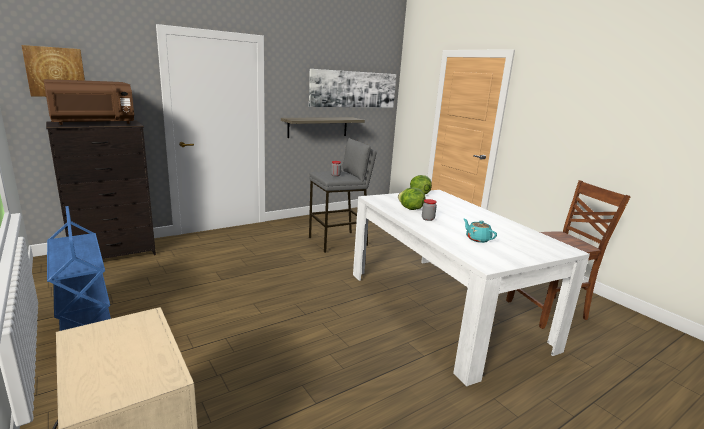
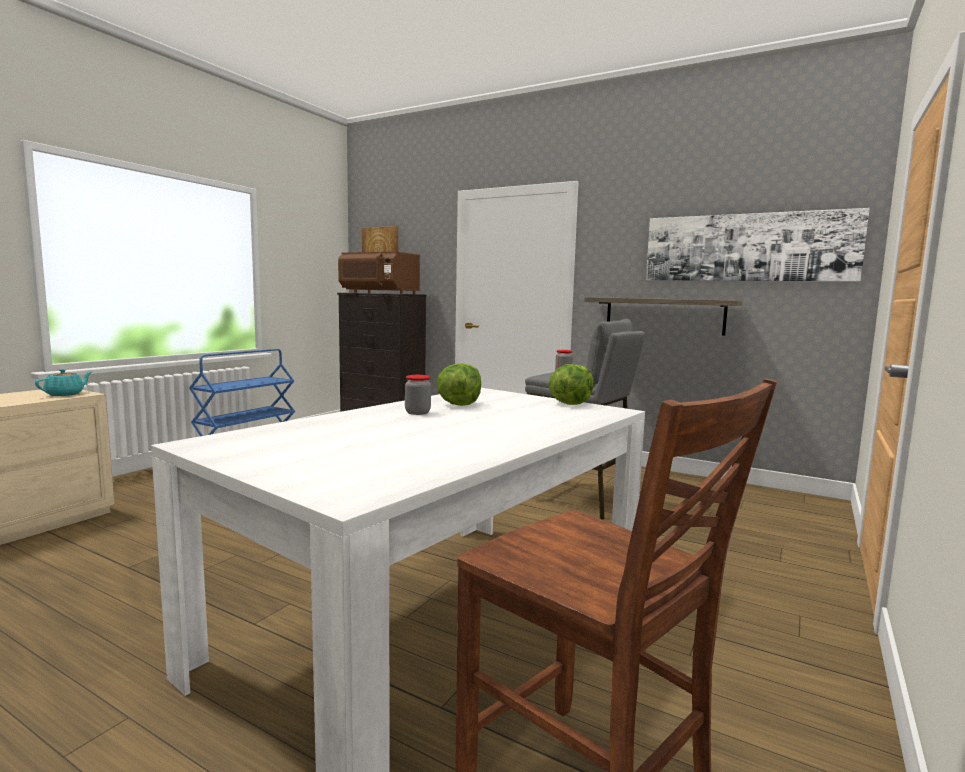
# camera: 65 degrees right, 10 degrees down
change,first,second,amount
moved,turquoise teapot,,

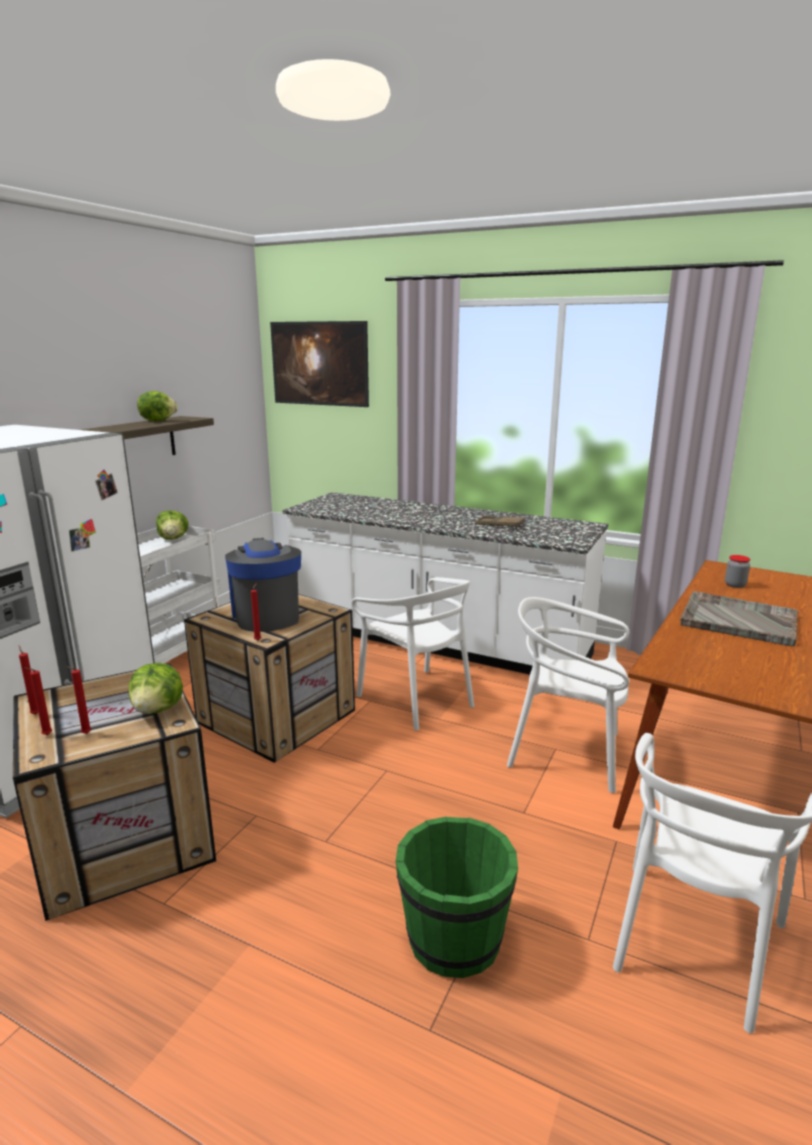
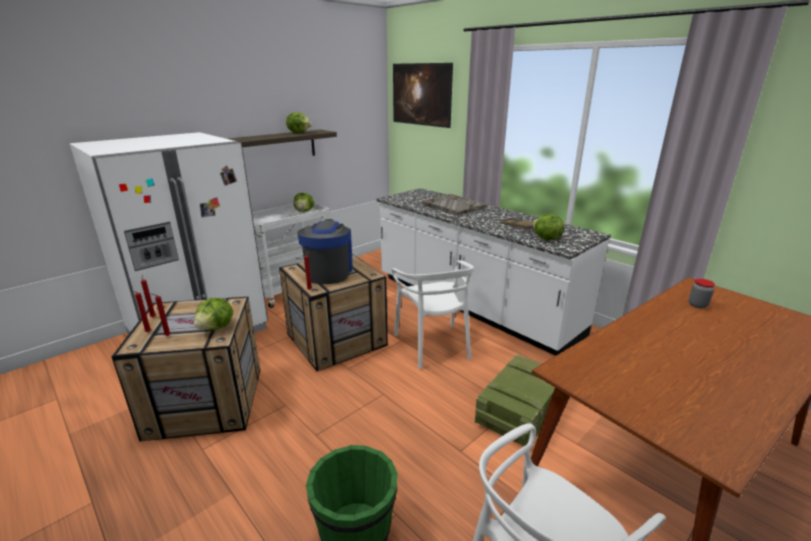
# camera: 20 degrees right, 5 degrees up
change,first,second,amount
moved,grey tray,,
replaced,white chair (2nd from left),crate (3rd from left),
added,,lettuce (4th from left),

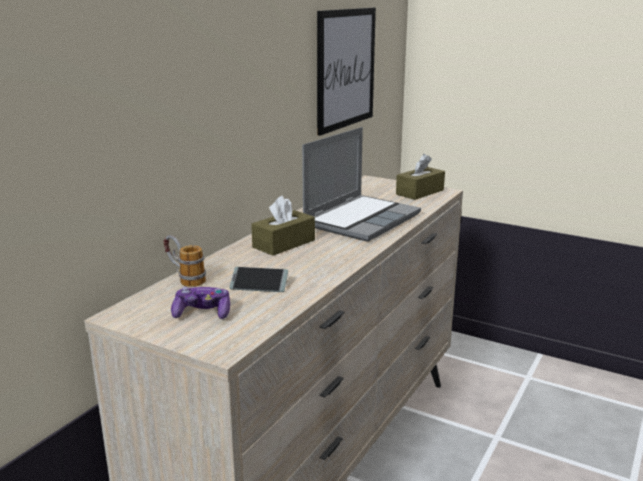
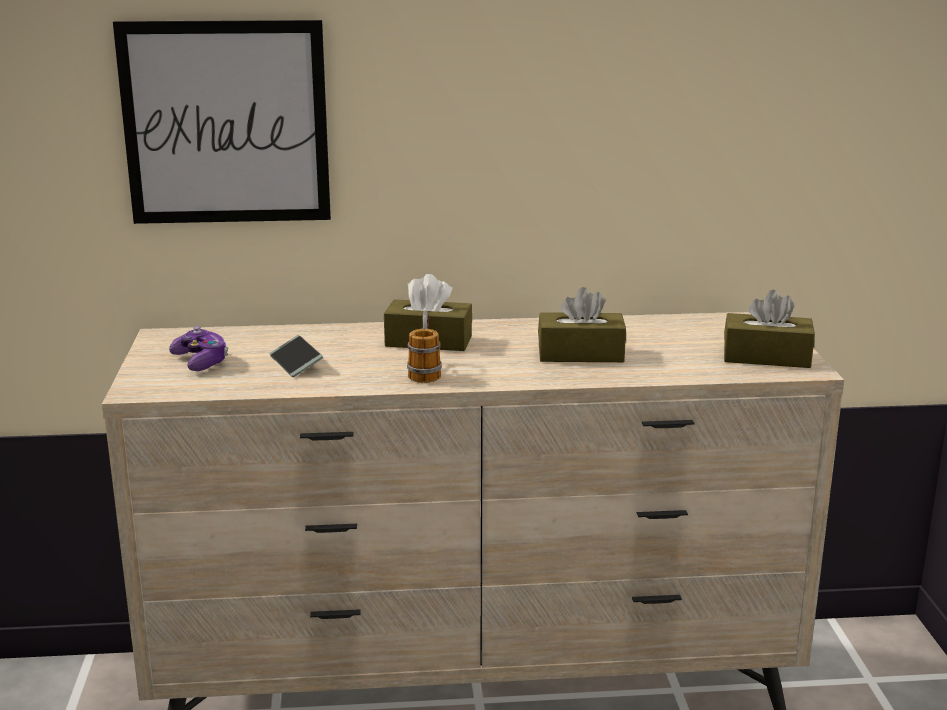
# camera: 55 degrees right, 0 degrees up
change,first,second,amount
moved,picture,,
replaced,laptop,brown tissue box (2nd from left),
moved,mug,,

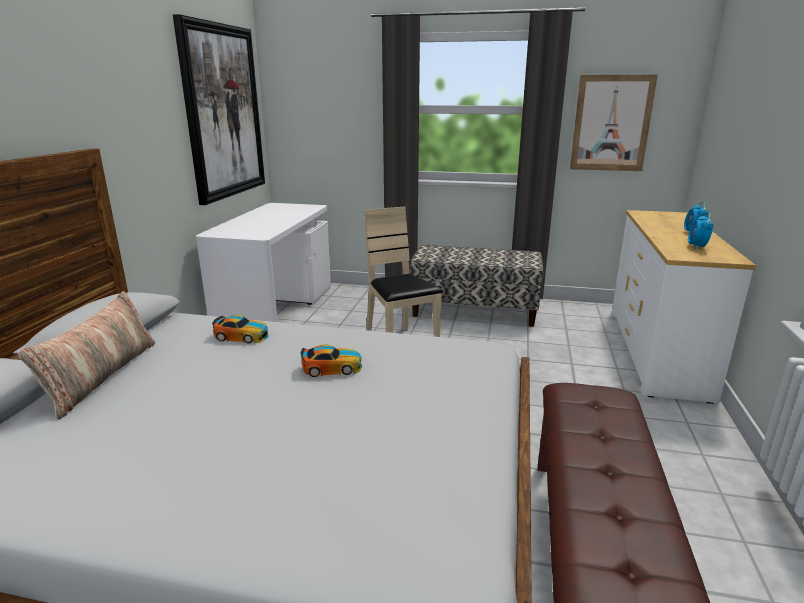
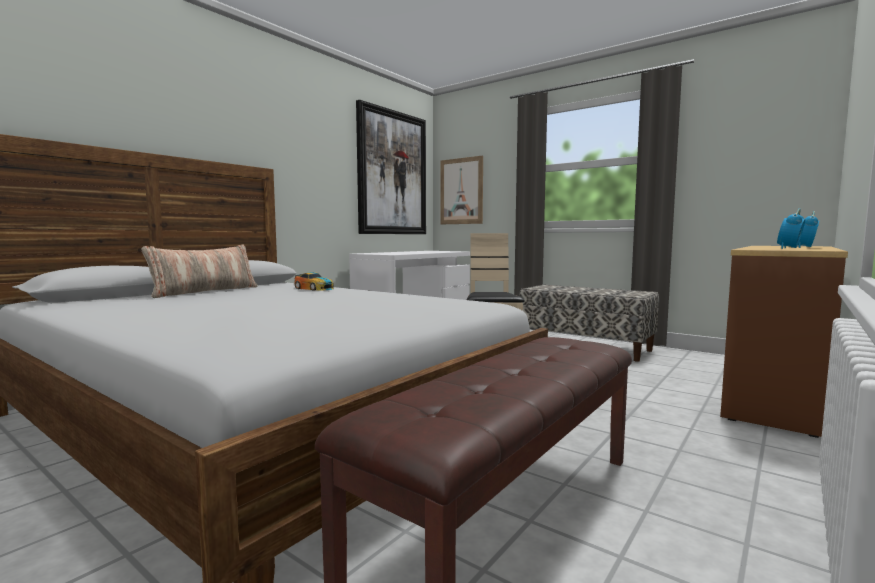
# camera: 25 degrees right, 15 degrees down
change,first,second,amount
moved,picture (2nd from left),,
recoloured,white dresser,brown dresser,
removed,toy car (2nd from left),,

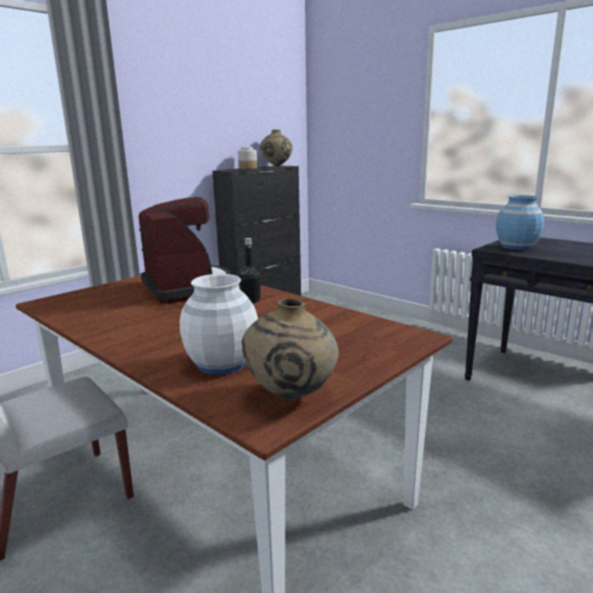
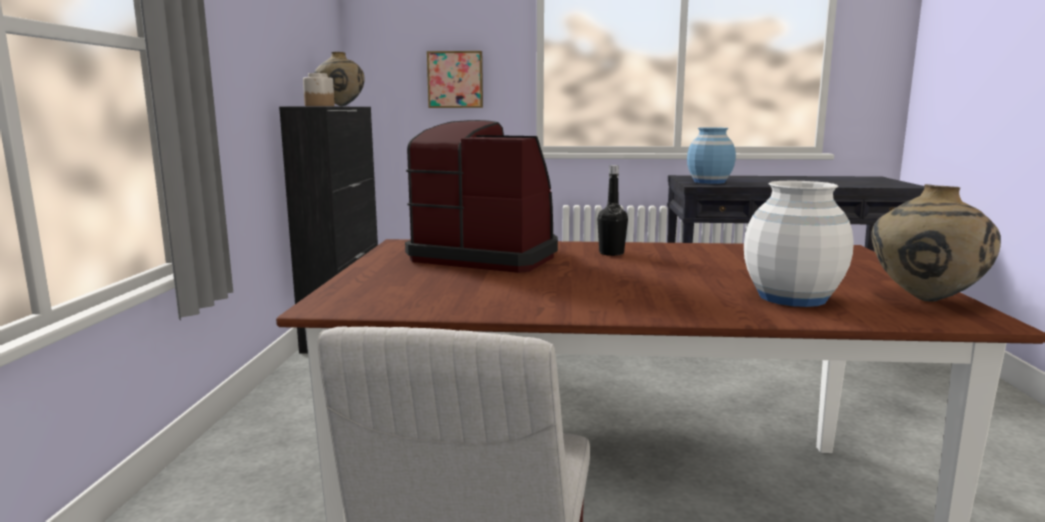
# camera: 40 degrees left, 5 degrees down
change,first,second,amount
added,,picture,

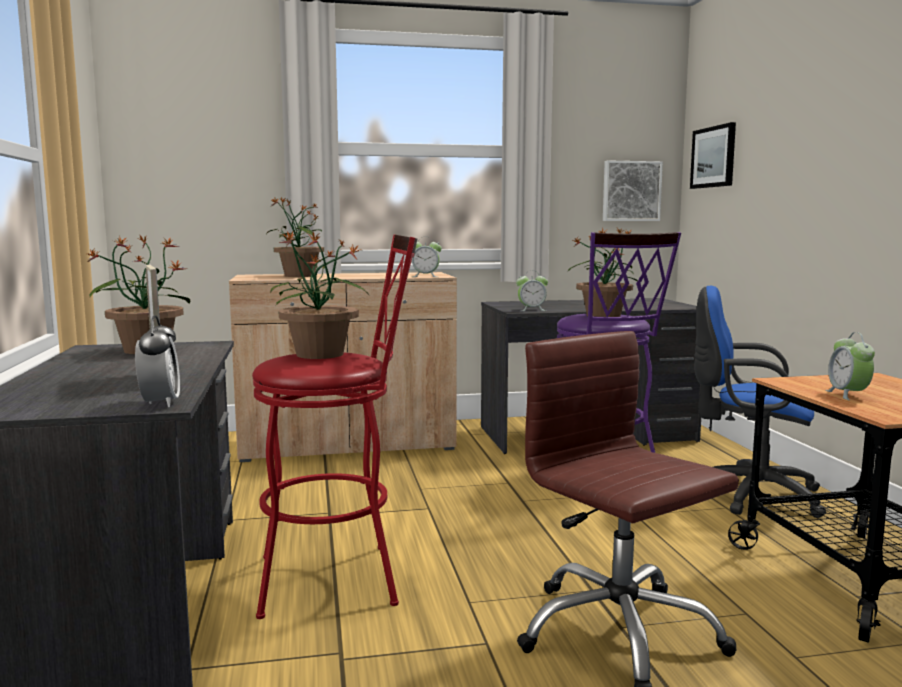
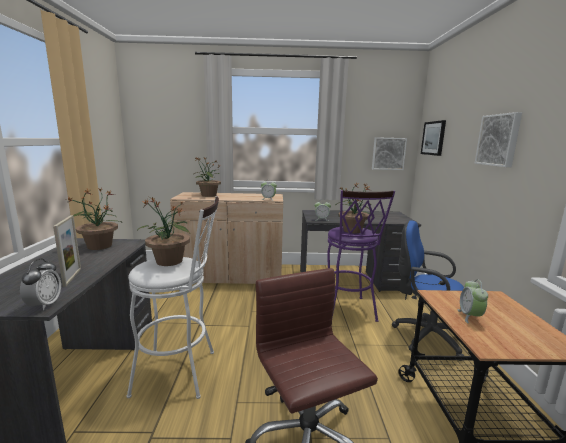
# camera: 10 degrees right, 5 degrees up
change,first,second,amount
recoloured,red stool,white stool,
added,,picture (3rd from left),

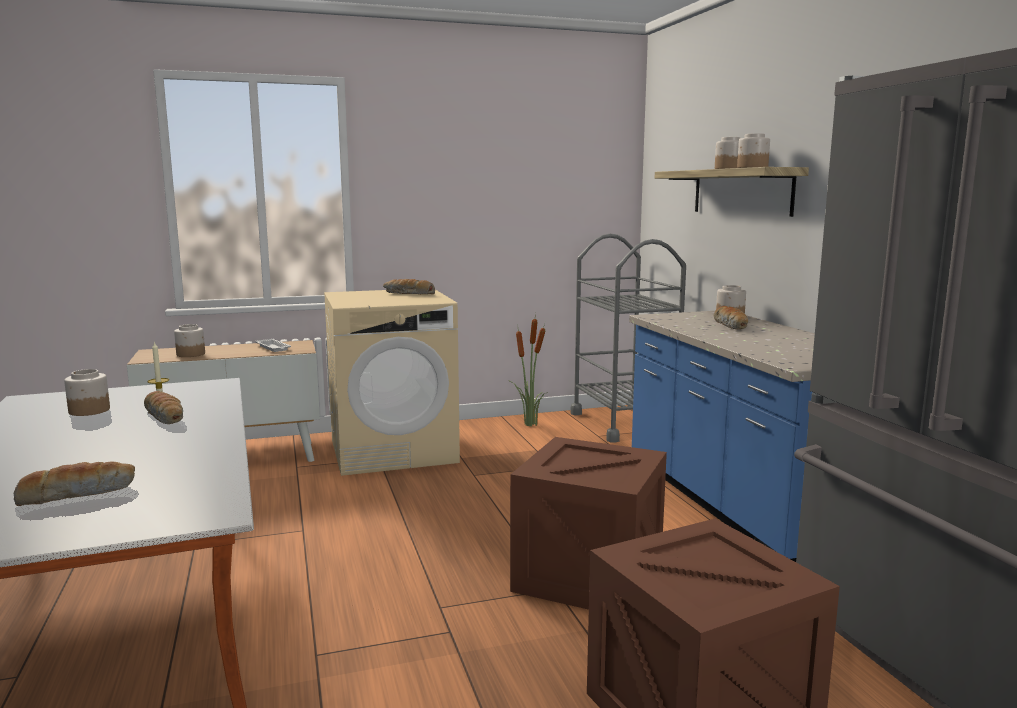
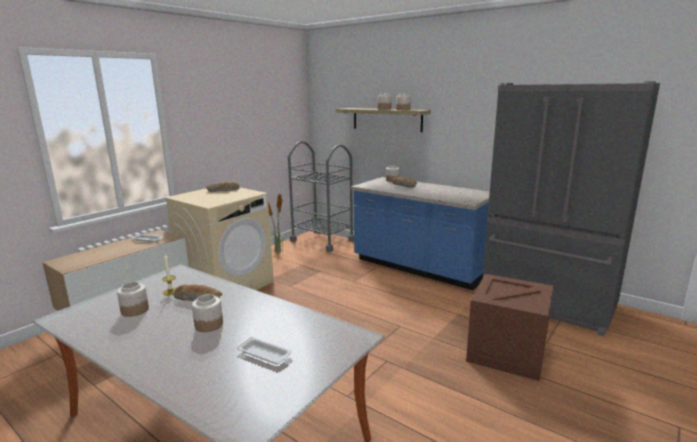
# camera: 35 degrees left, 5 degrees up
change,first,second,amount
moved,jar (2nd from left),,
removed,crate (1st from left),,
replaced,bread (1st from left),white tray (2nd from left),

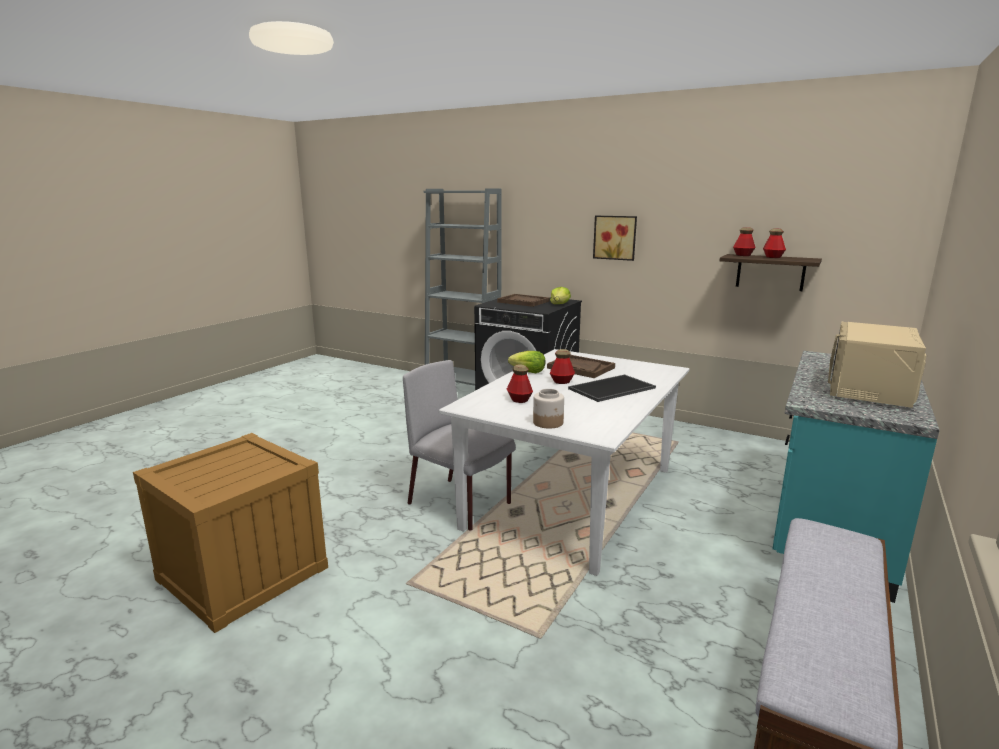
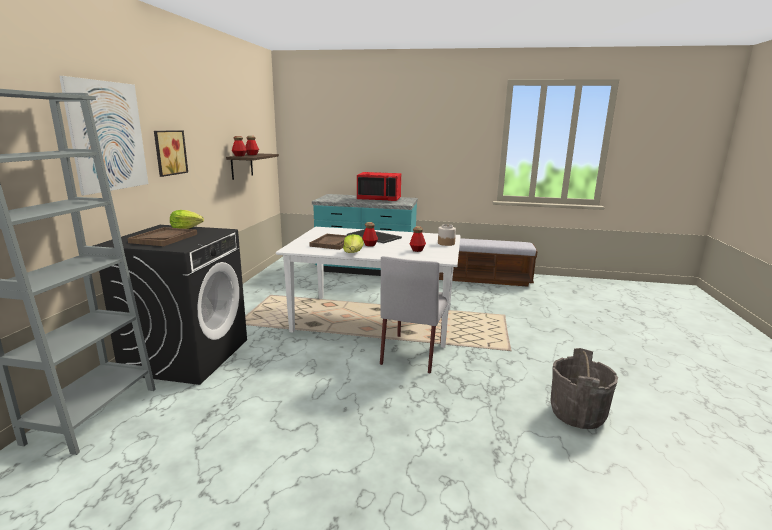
# camera: 110 degrees left, 0 degrees up
change,first,second,amount
recoloured,beige microwave,red microwave,
replaced,crate,grey bucket,
added,,picture (1st from left),

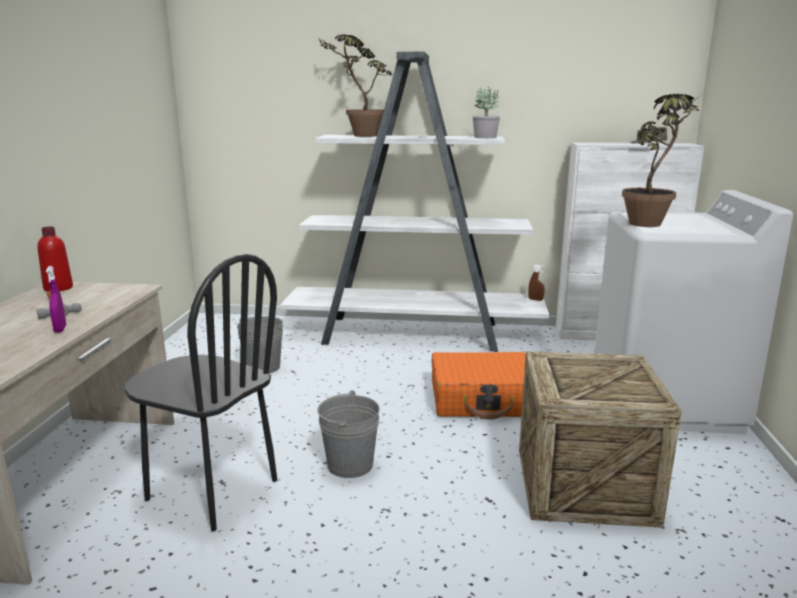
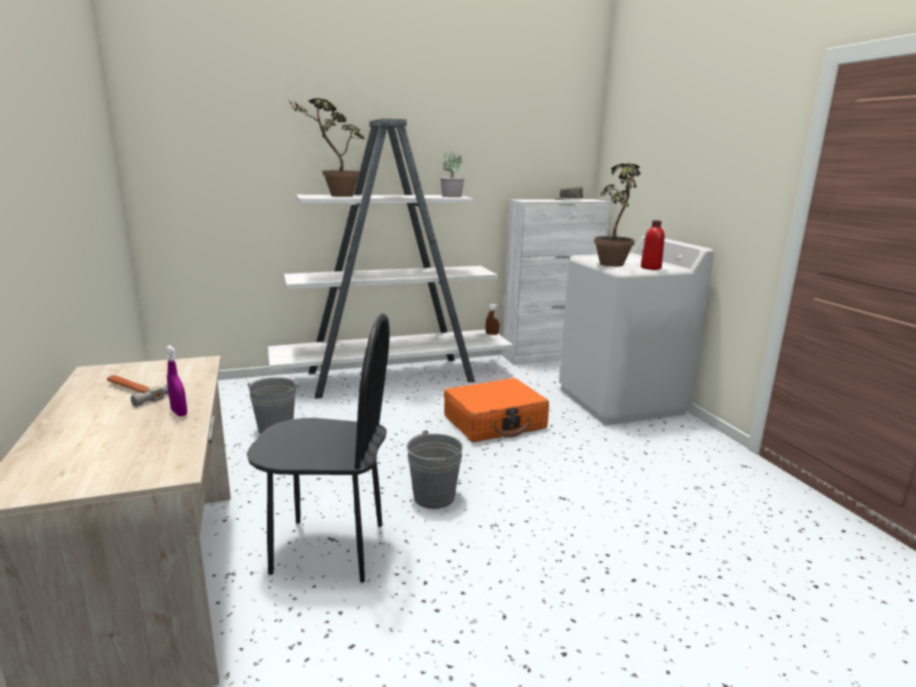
# camera: 25 degrees left, 0 degrees up
change,first,second,amount
moved,red bottle,,
removed,crate,,

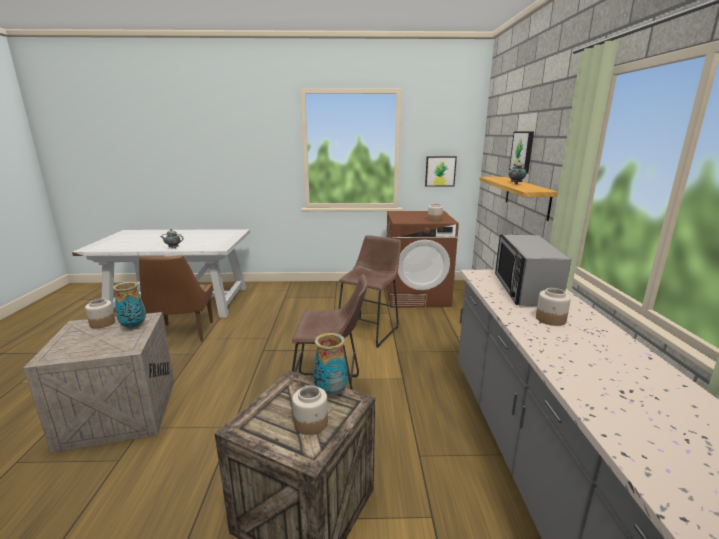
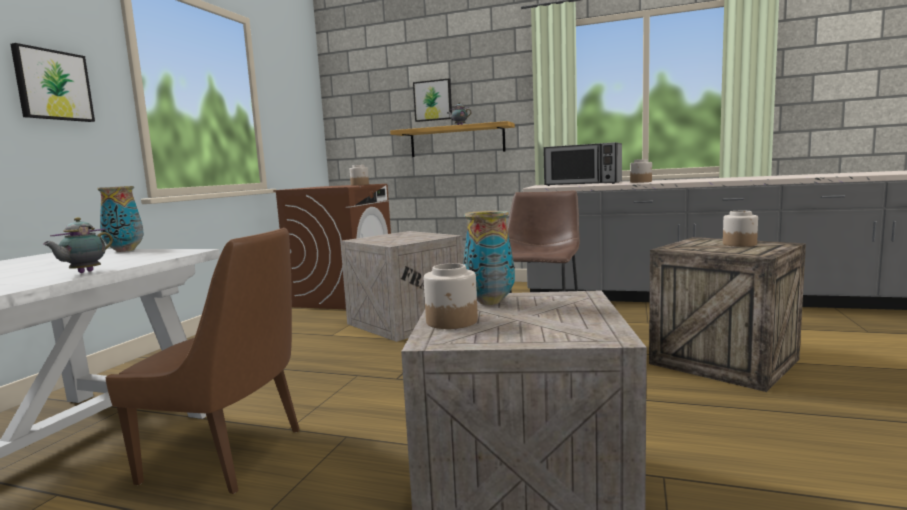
# camera: 70 degrees left, 10 degrees down
change,first,second,amount
moved,picture (1st from left),,
replaced,brown stool (2nd from left),crate (1st from left),
moved,vase (2nd from left in the first image),vase (1st from left),

